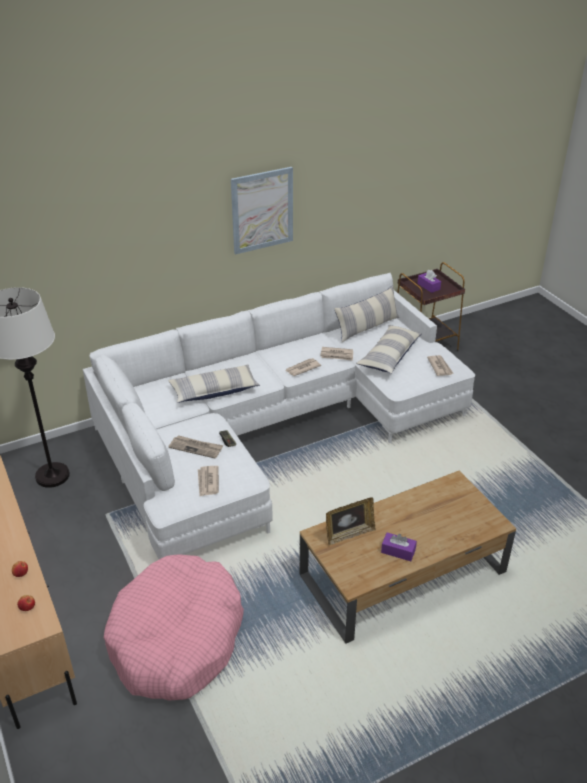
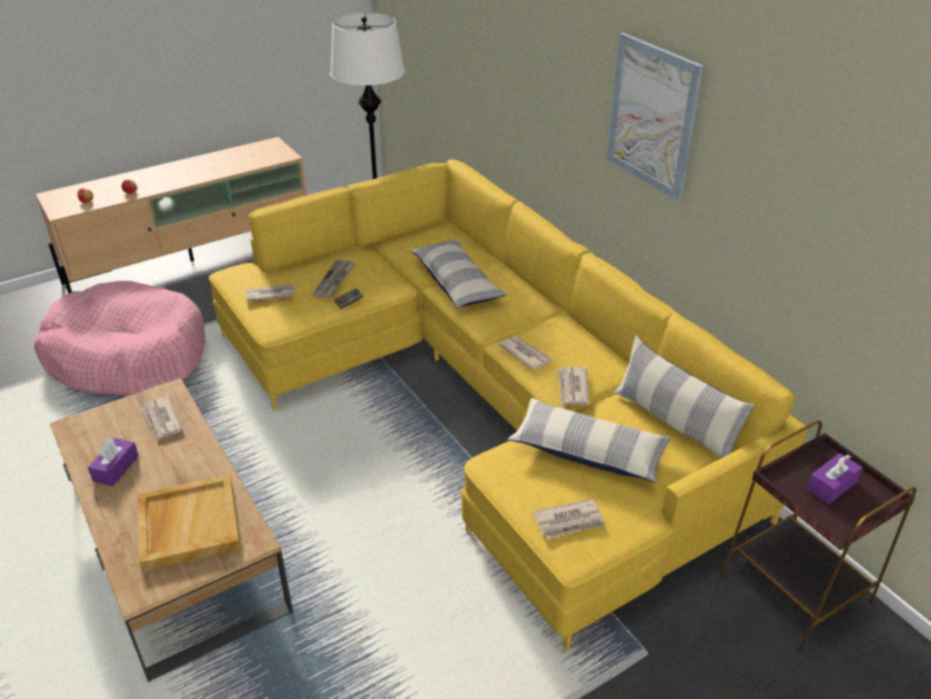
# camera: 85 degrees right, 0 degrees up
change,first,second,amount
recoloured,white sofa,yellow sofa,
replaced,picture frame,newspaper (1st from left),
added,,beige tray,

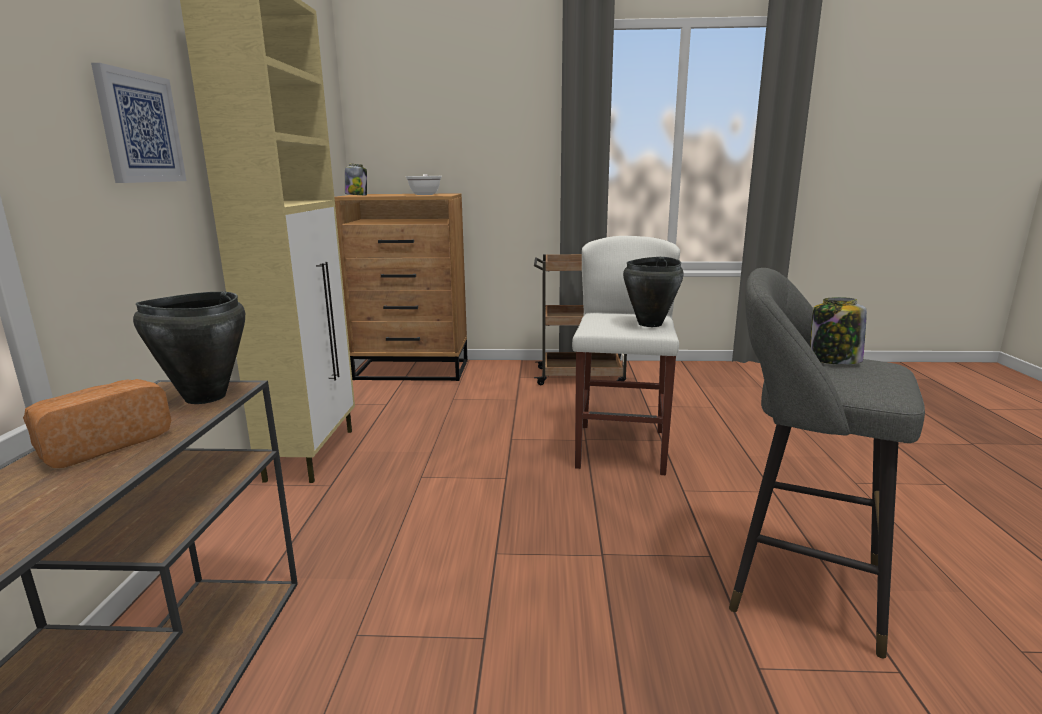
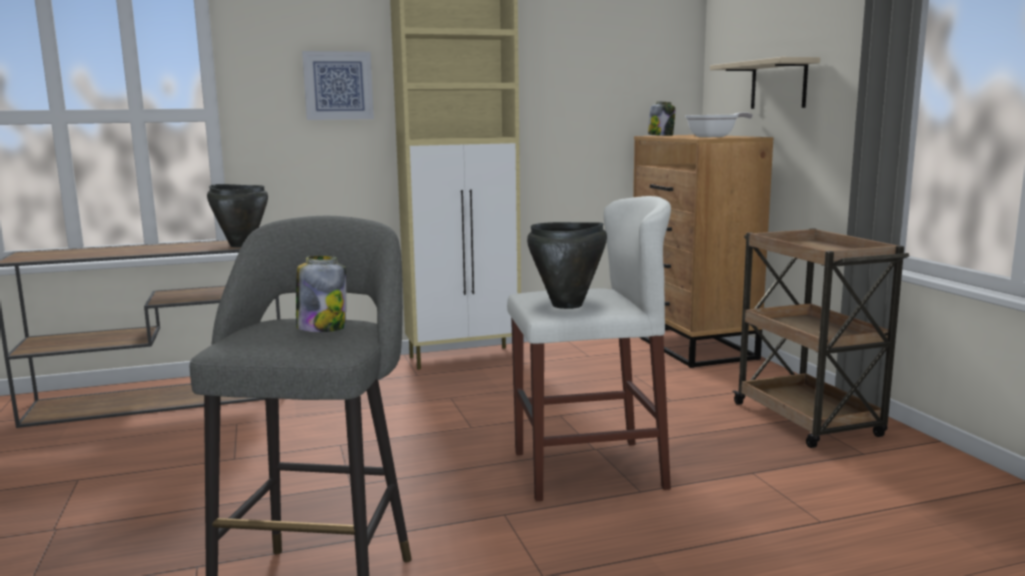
# camera: 70 degrees right, 5 degrees down
change,first,second,amount
removed,bread,,
added,,beige shelf,

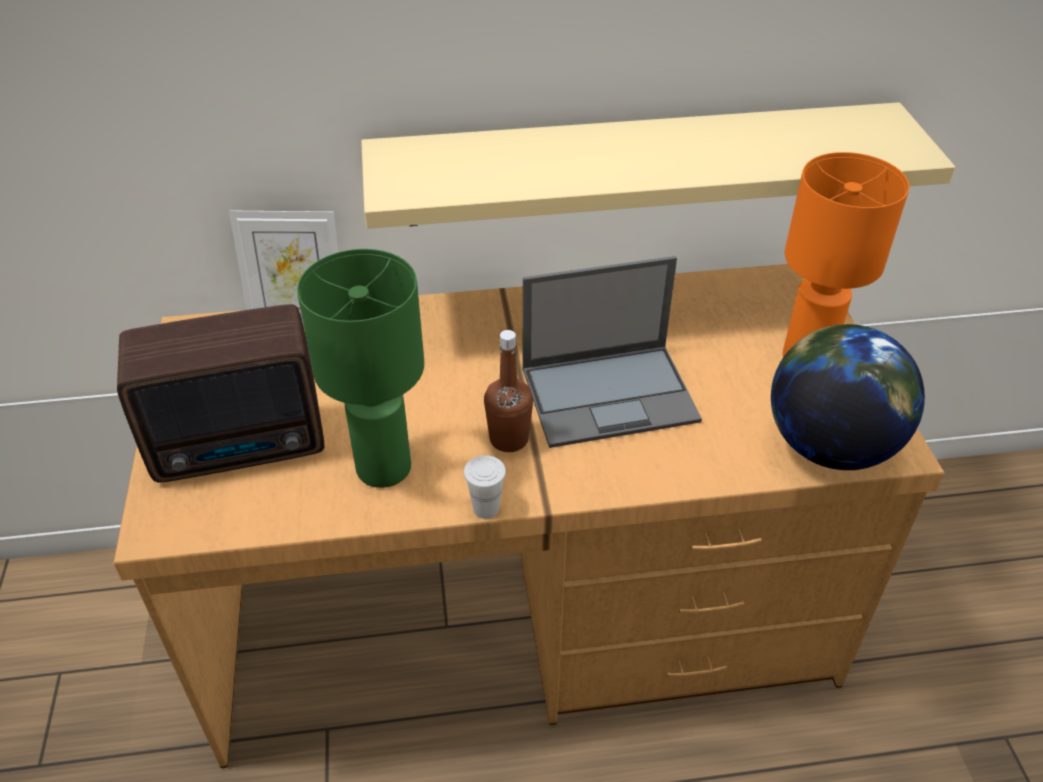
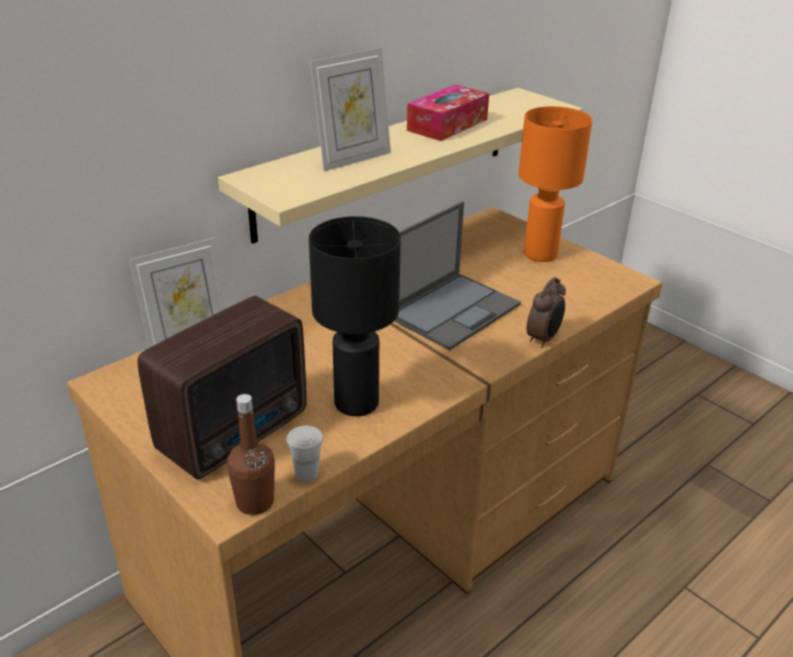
# camera: 35 degrees left, 10 degrees down
change,first,second,amount
recoloured,green table lamp,black table lamp,
removed,globe,,
moved,brown bottle,,
moved,white cup,,
added,,picture frame (2nd from left),
added,,tissue box,
added,,alarm clock,

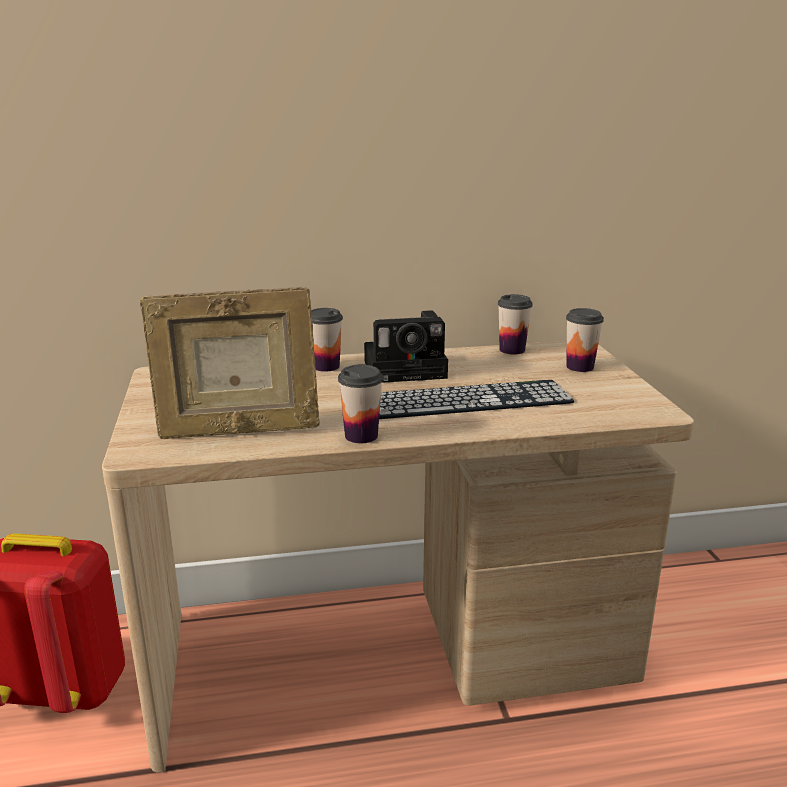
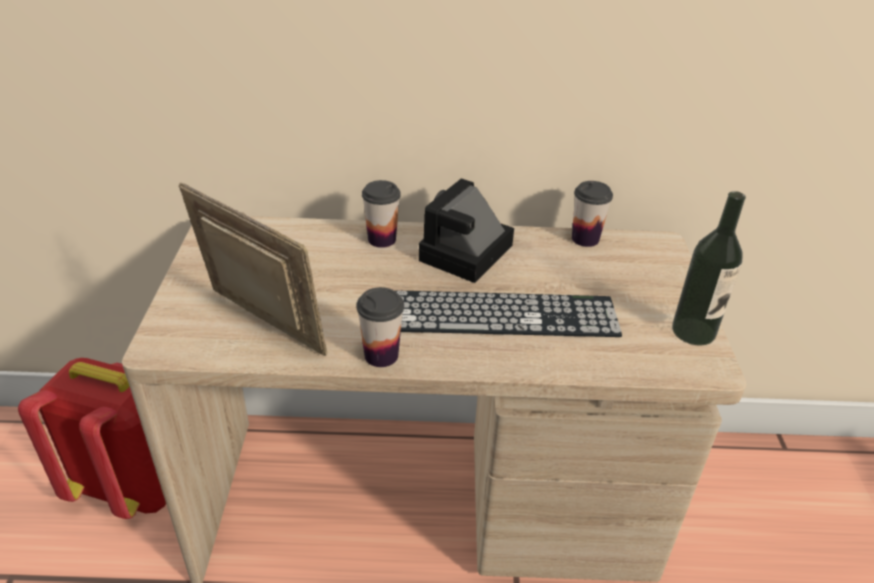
# camera: 10 degrees right, 15 degrees up
change,first,second,amount
turned,picture frame,,150 degrees counterclockwise
removed,cup (4th from left),,
turned,photo camera,,120 degrees clockwise
added,,bottle,

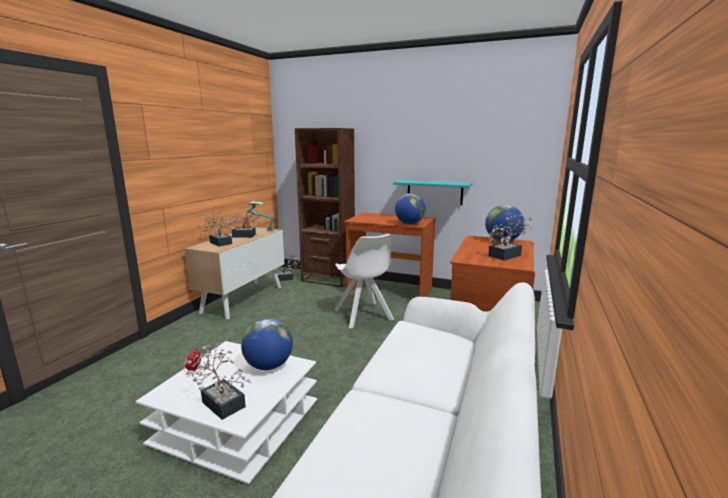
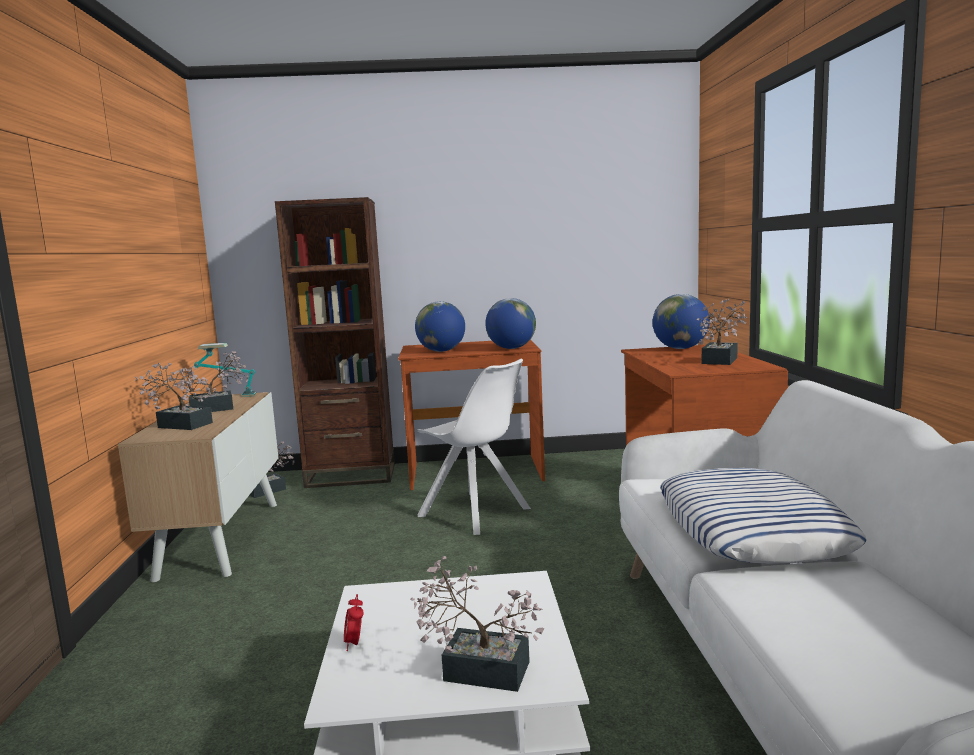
# camera: 25 degrees left, 5 degrees down
change,first,second,amount
removed,turquoise shelf,,
moved,globe (1st from left),,
added,,pillow,

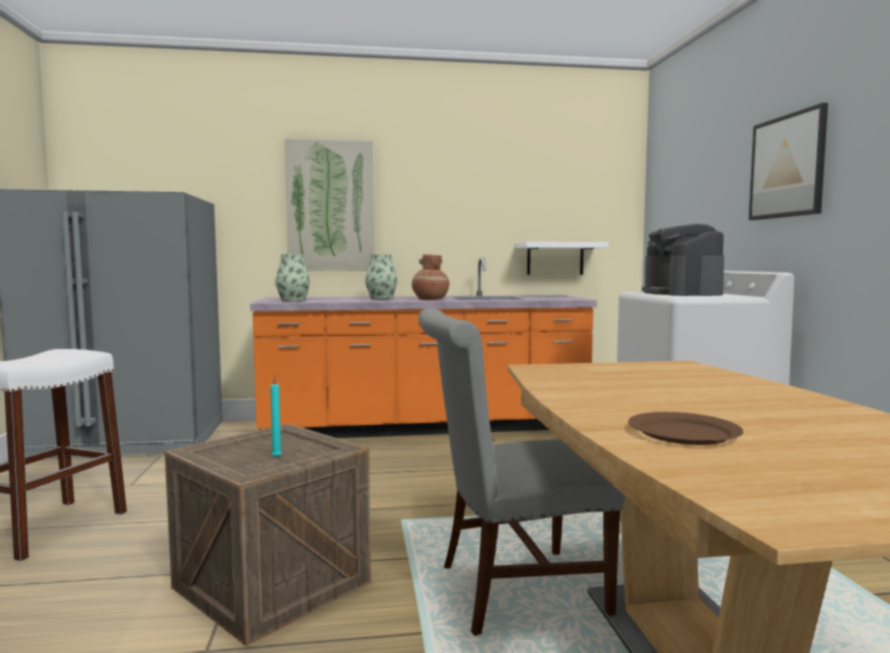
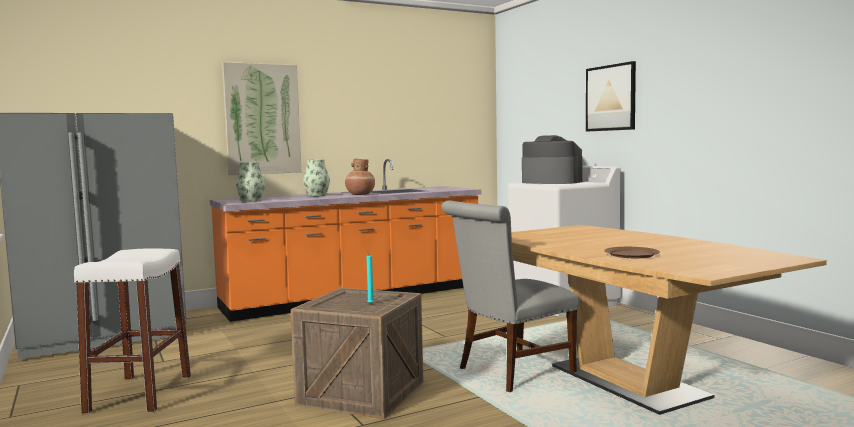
# camera: 20 degrees left, 0 degrees up
change,first,second,amount
turned,coffee machine,,150 degrees clockwise
removed,white shelf,,

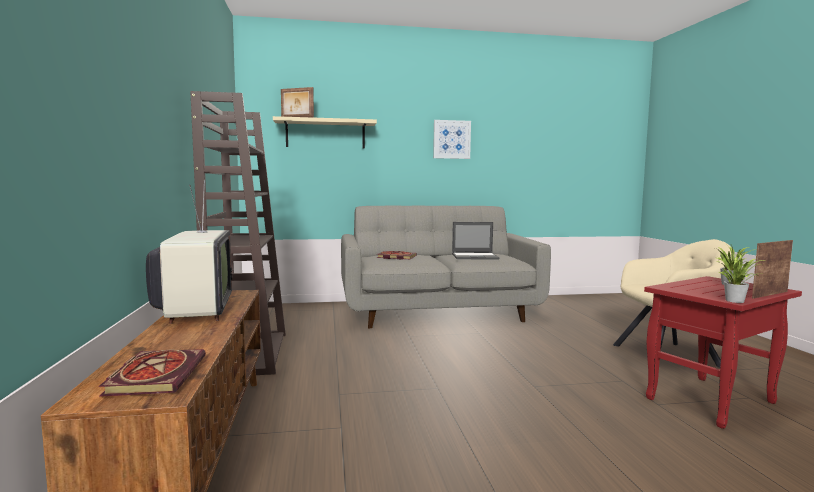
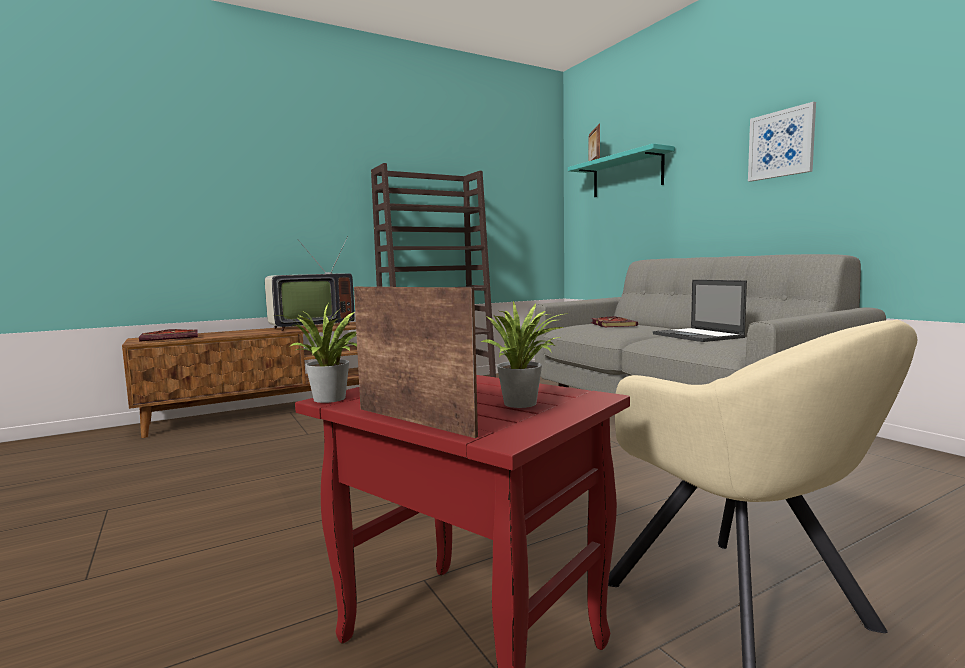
# camera: 70 degrees right, 0 degrees up
change,first,second,amount
recoloured,beige shelf,turquoise shelf,

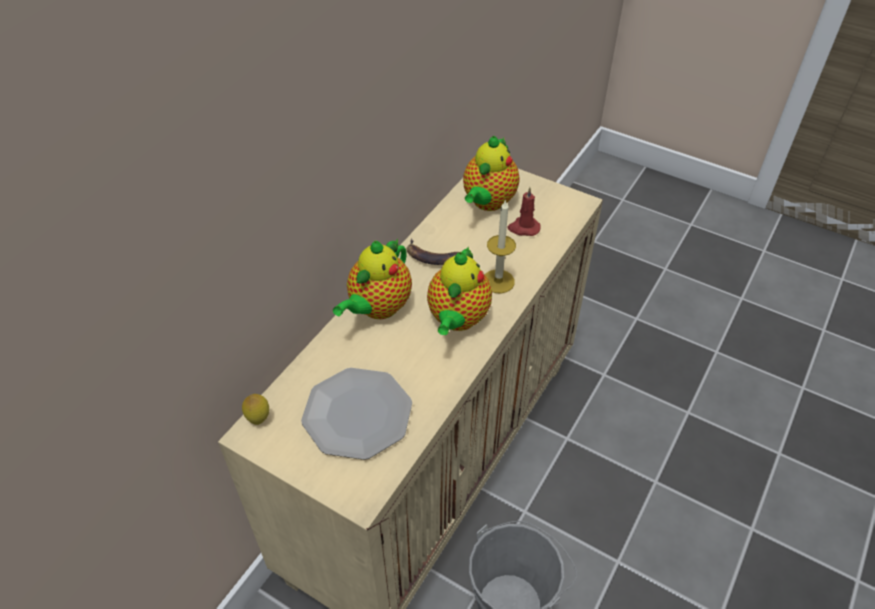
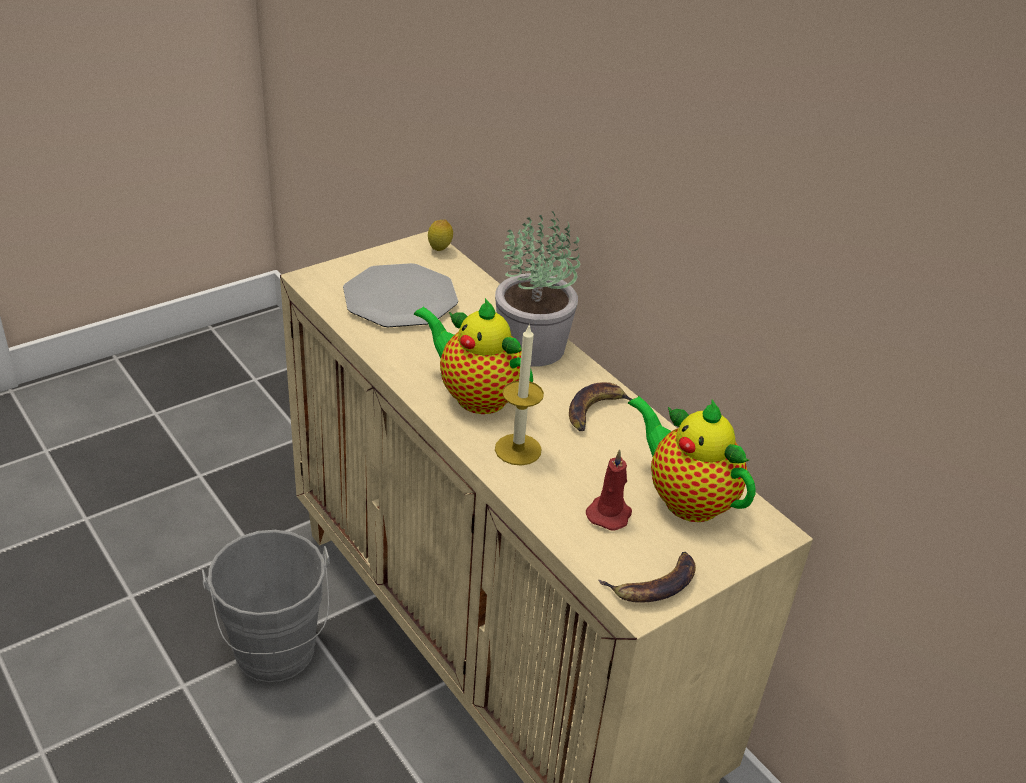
# camera: 110 degrees right, 10 degrees down
change,first,second,amount
replaced,teapot (1st from left),potted plant,
added,,banana (2nd from left),

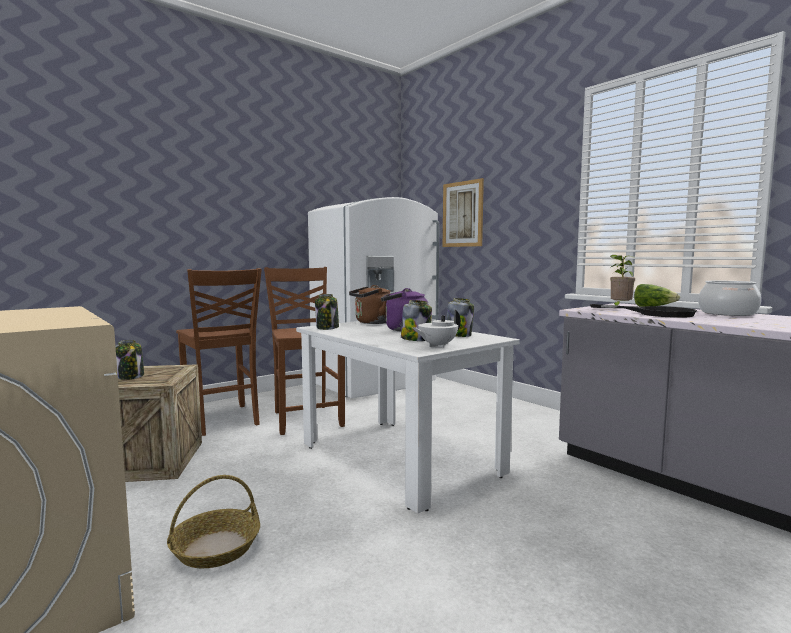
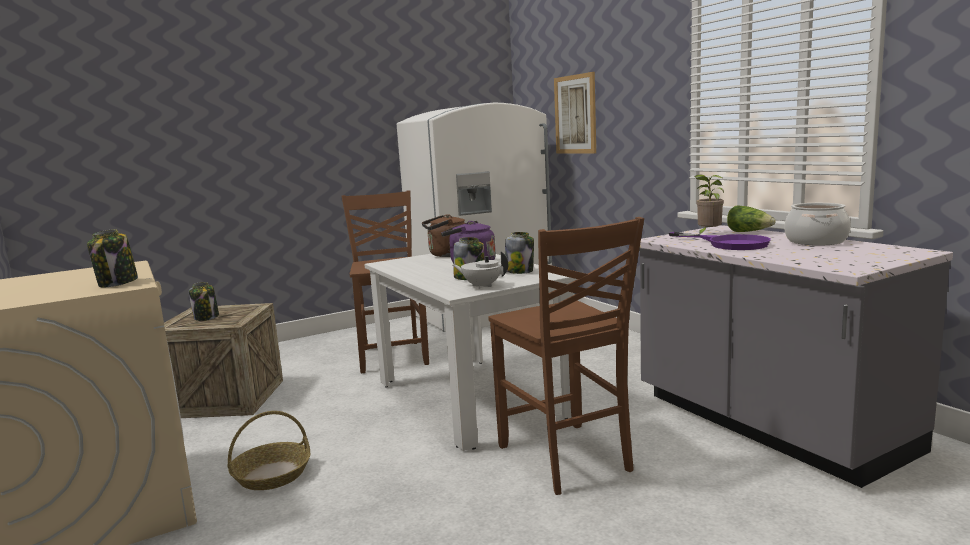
# camera: 10 degrees right, 5 degrees up
change,first,second,amount
moved,brown chair (1st from left in the first image),brown chair (2nd from left),
moved,jar (2nd from left in the first image),jar (1st from left),
recoloured,black frying pan,purple frying pan,
turned,white teapot,,45 degrees clockwise

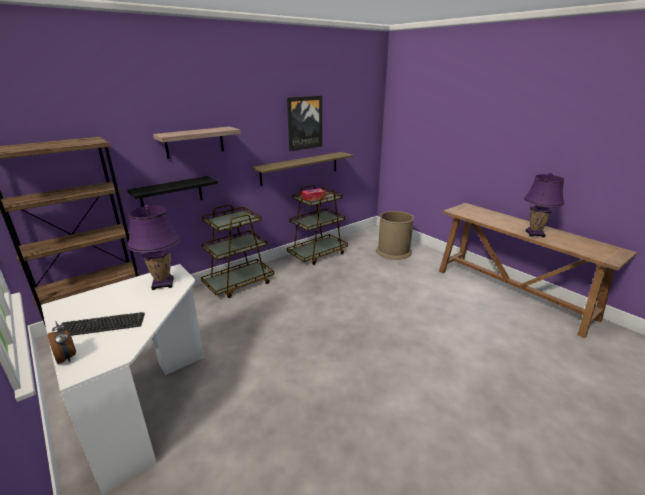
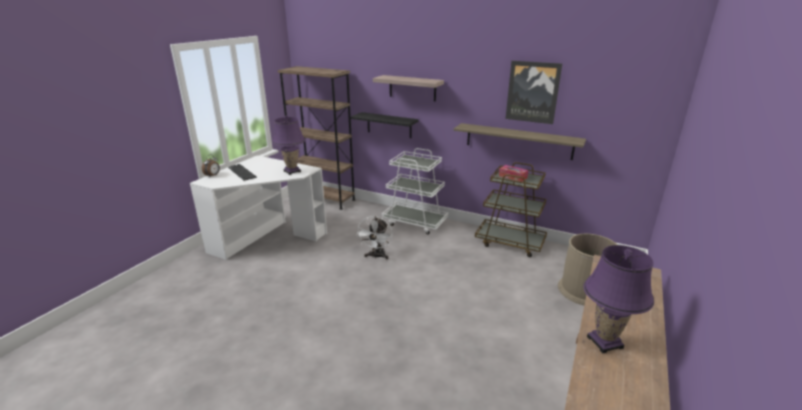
# camera: 65 degrees right, 0 degrees up
change,first,second,amount
recoloured,brown cart (1st from left),white cart,
added,,white fan,

